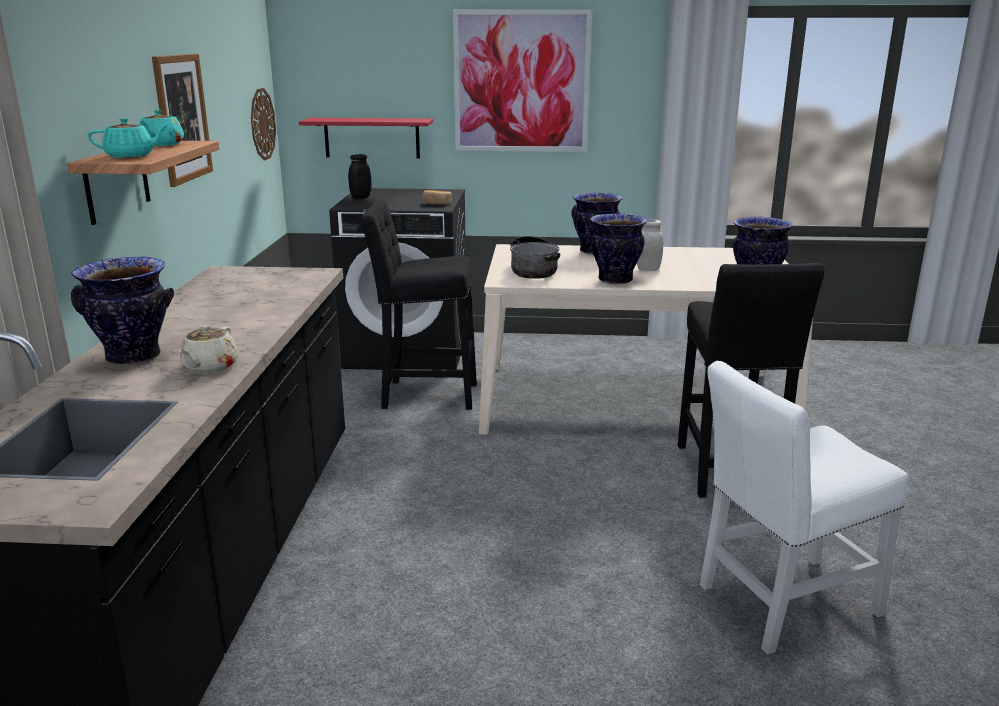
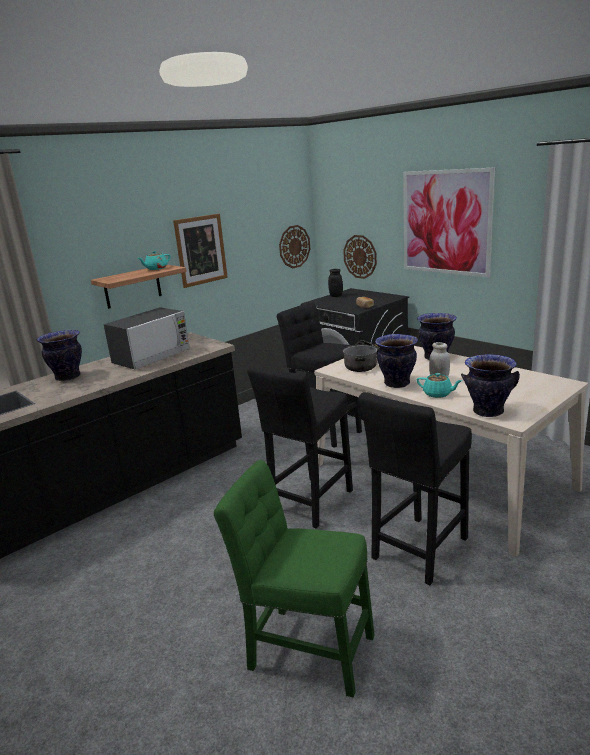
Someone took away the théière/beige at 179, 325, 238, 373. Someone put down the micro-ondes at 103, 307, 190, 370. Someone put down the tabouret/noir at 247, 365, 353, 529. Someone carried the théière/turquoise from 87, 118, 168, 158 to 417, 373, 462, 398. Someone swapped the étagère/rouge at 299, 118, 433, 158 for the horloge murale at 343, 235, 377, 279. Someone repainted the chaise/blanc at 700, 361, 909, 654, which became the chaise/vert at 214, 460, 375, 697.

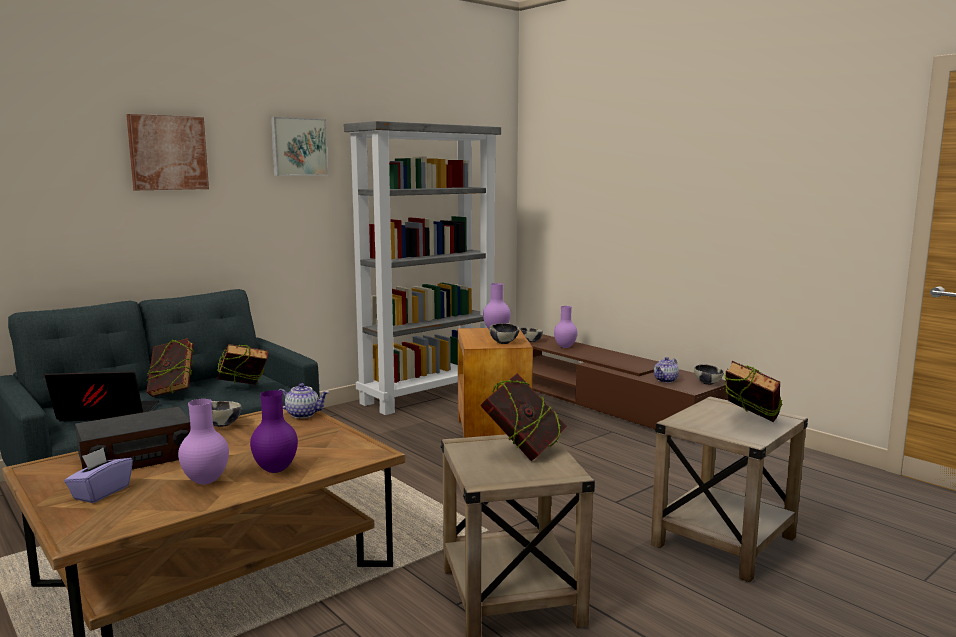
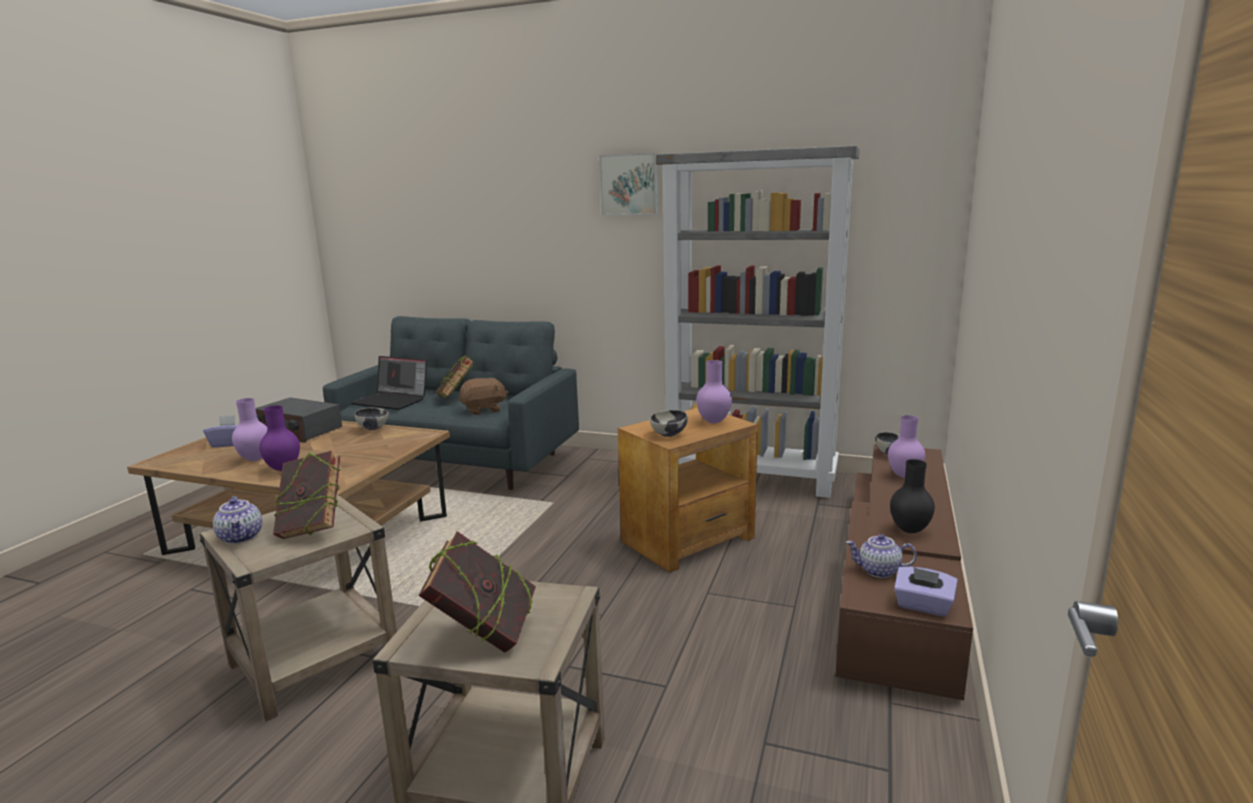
Someone took away the tableau at 126, 114, 209, 190. Someone put down the vase/noir at 890, 459, 935, 533. Someone carried the théière from 278, 383, 329, 418 to 213, 496, 262, 544. Someone swapped the livre at 217, 344, 268, 385 for the peluche/marron at 459, 378, 509, 415. Someone swapped the bol at 694, 364, 724, 385 for the boîte à mouchoirs/violet at 894, 566, 958, 617. Someone rotated the ordinateur portable at 45, 371, 159, 421 by 150 degrees clockwise.

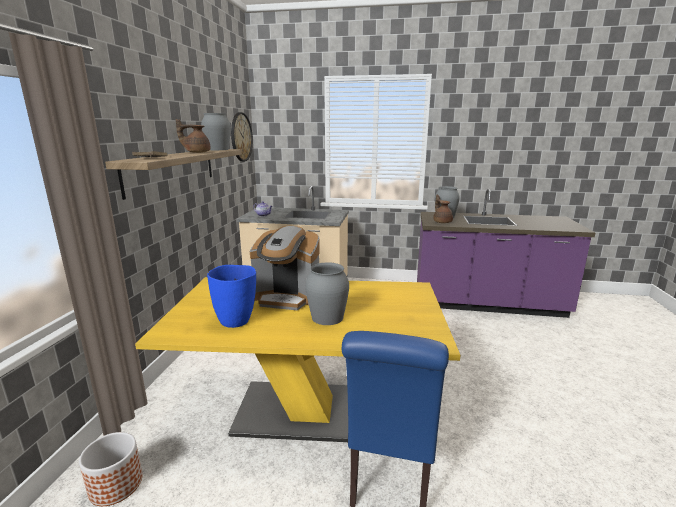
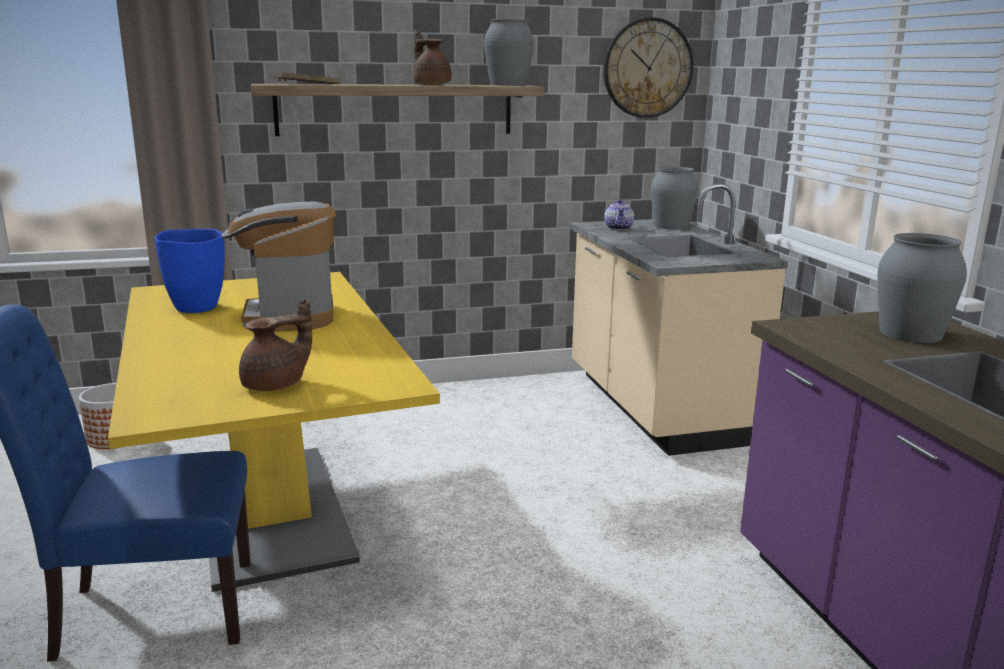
Someone carried the vase/gris from 305, 262, 349, 325 to 651, 166, 698, 229. Someone carried the théière/marron from 433, 195, 453, 223 to 239, 298, 312, 391.

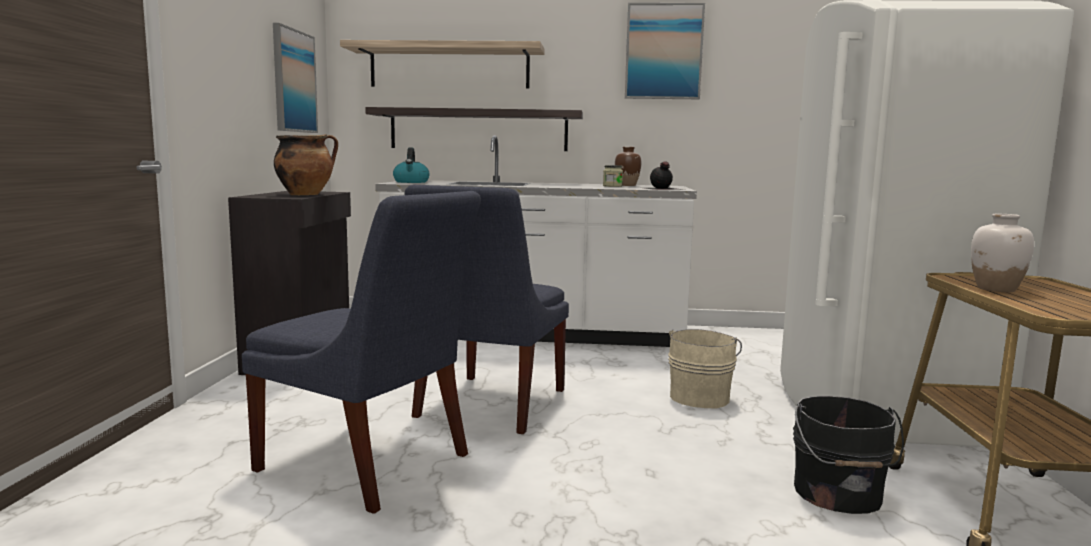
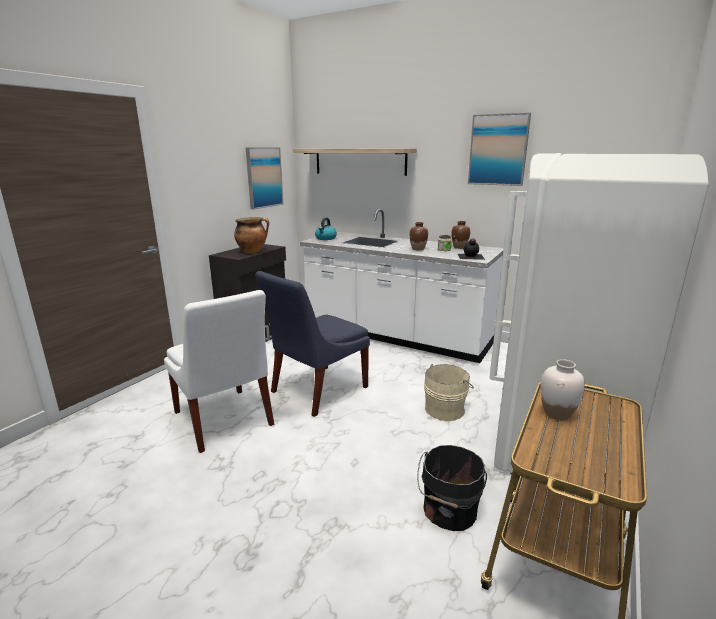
Someone took away the étagère at 365, 107, 583, 151. Someone put down the vase/marron at 410, 222, 428, 251. Someone repainted the chaise/bleu at 242, 191, 481, 514, which became the chaise/blanc at 164, 290, 274, 453.

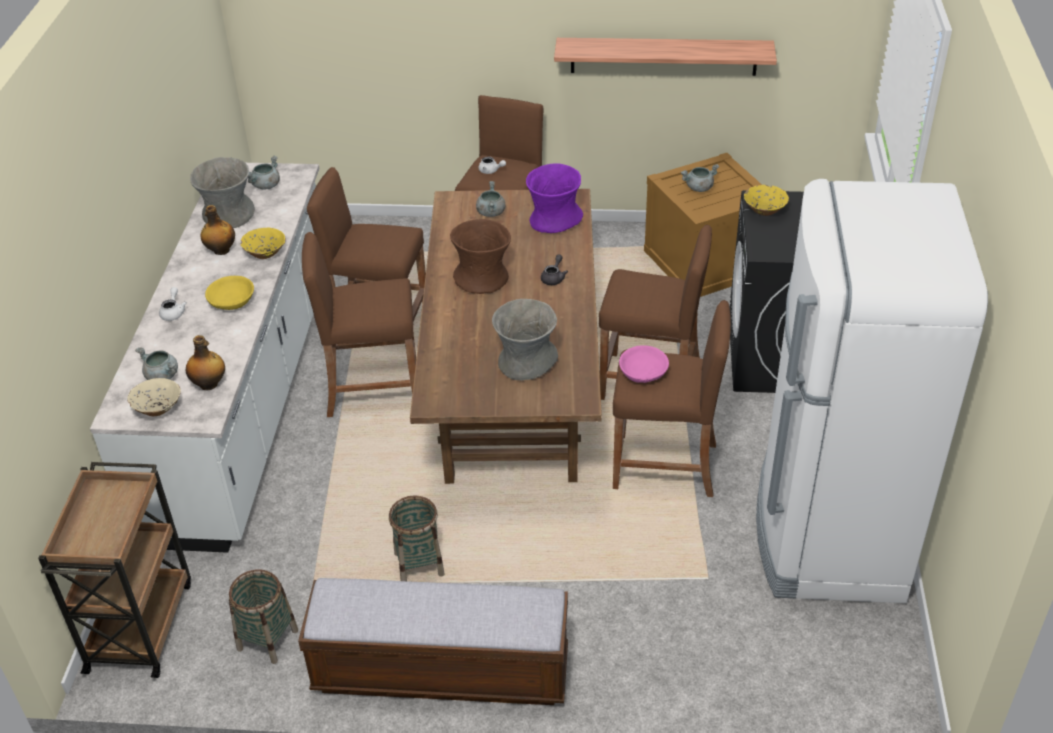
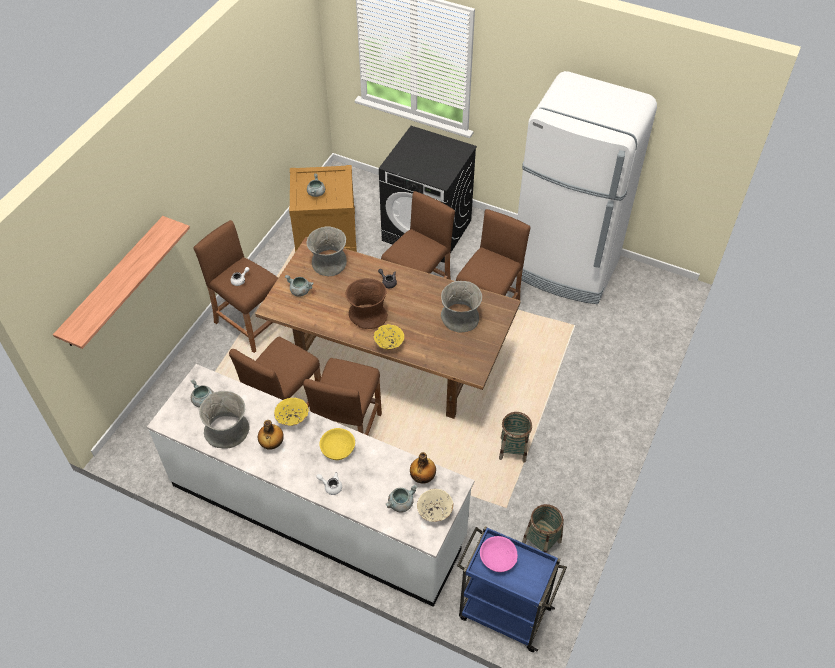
Someone took away the banc at 298, 578, 568, 705. Someone carried the étagère from 554, 38, 777, 76 to 53, 216, 190, 349. Someone carried the bol/rose from 619, 345, 669, 383 to 480, 536, 518, 572. Someone carried the bol/jaune from 744, 185, 789, 216 to 373, 324, 404, 350. Someone repainted the chariot/marron at 38, 462, 191, 678, which became the chariot/bleu at 457, 526, 567, 652. Someone repainted the vase/violet at 526, 163, 583, 233, which became the vase/gris at 307, 226, 347, 276.

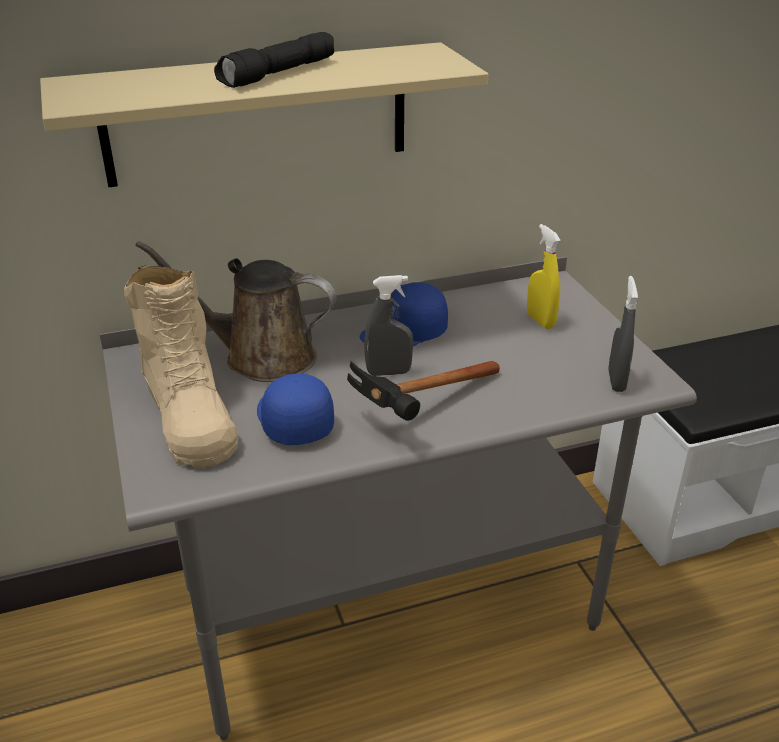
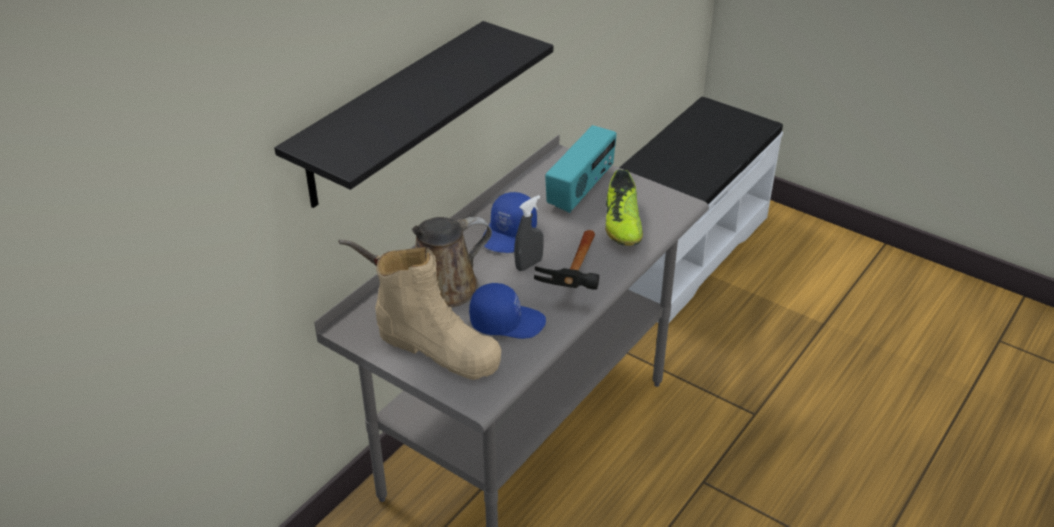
Someone took away the lampe de poche/noir at 214, 32, 334, 88. Someone took away the vaporisateur/gris at 608, 276, 638, 392. Someone put down the chaussure at 605, 169, 643, 246. Someone swapped the vaporisateur/jaune at 527, 224, 561, 329 for the radio at 545, 125, 616, 213. Someone repainted the étagère/beige at 40, 42, 488, 188, which became the étagère/noir at 274, 21, 553, 208. Someone rotated the casquette/bleu at 257, 373, 334, 445 by 150 degrees clockwise.

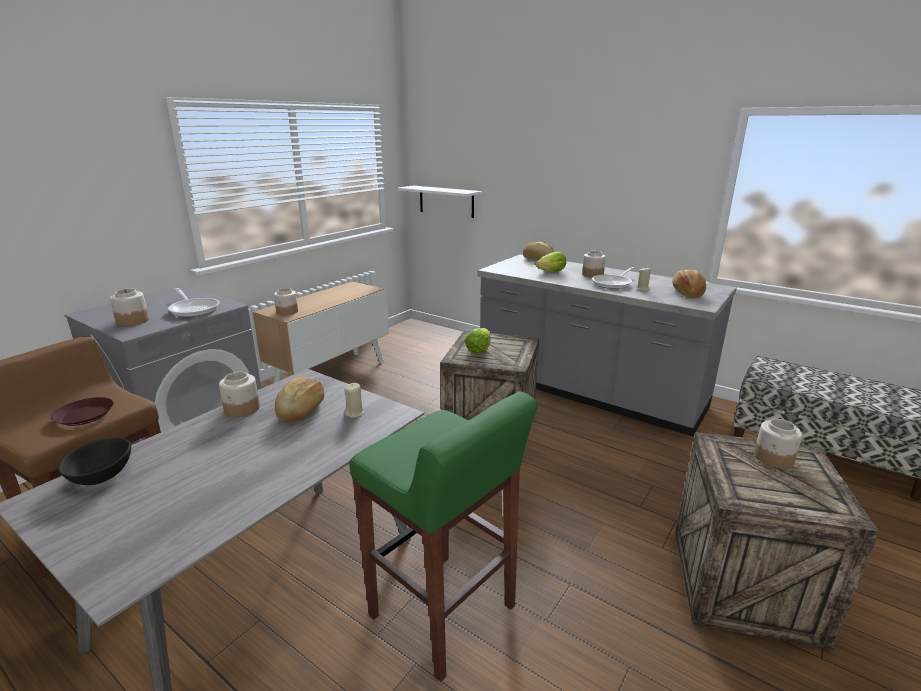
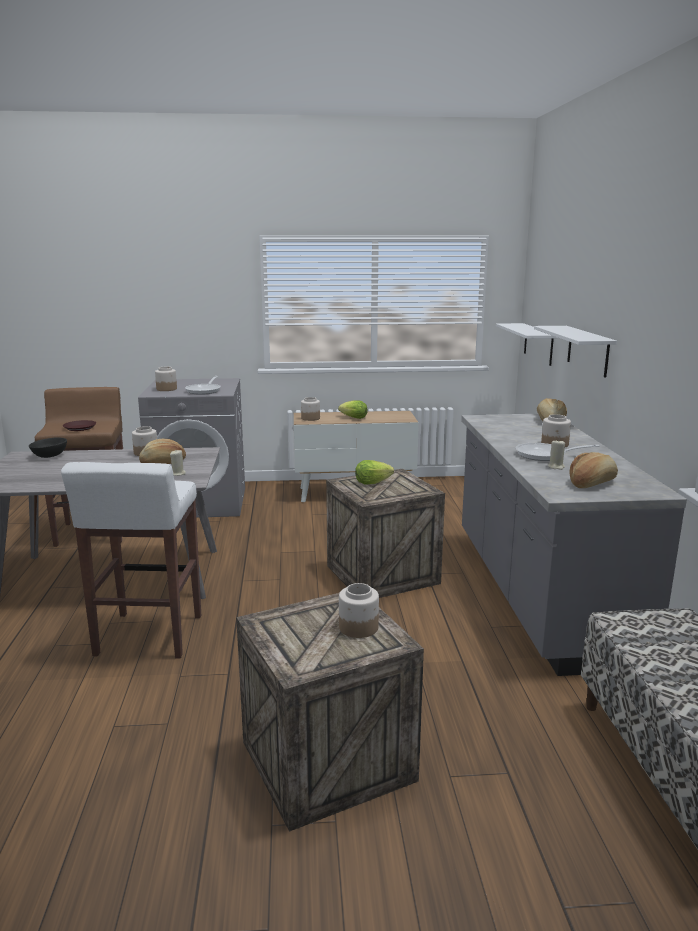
Someone put up the étagère/blanc at 534, 326, 617, 378. Someone carried the laitue from 536, 251, 566, 272 to 338, 400, 368, 419. Someone repainted the tabouret/vert at 349, 392, 537, 682, which became the tabouret/blanc at 61, 462, 201, 658.

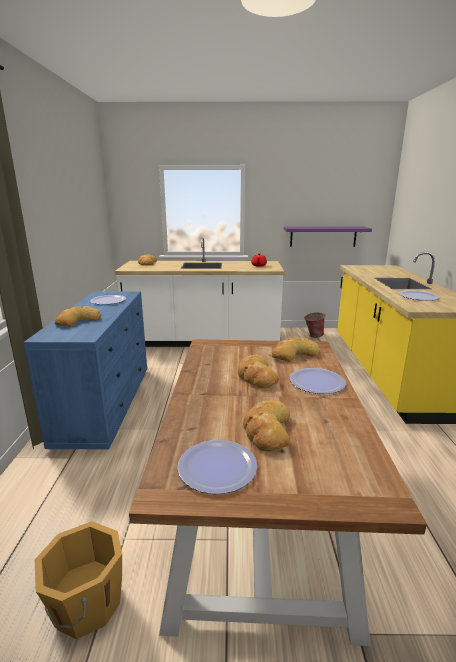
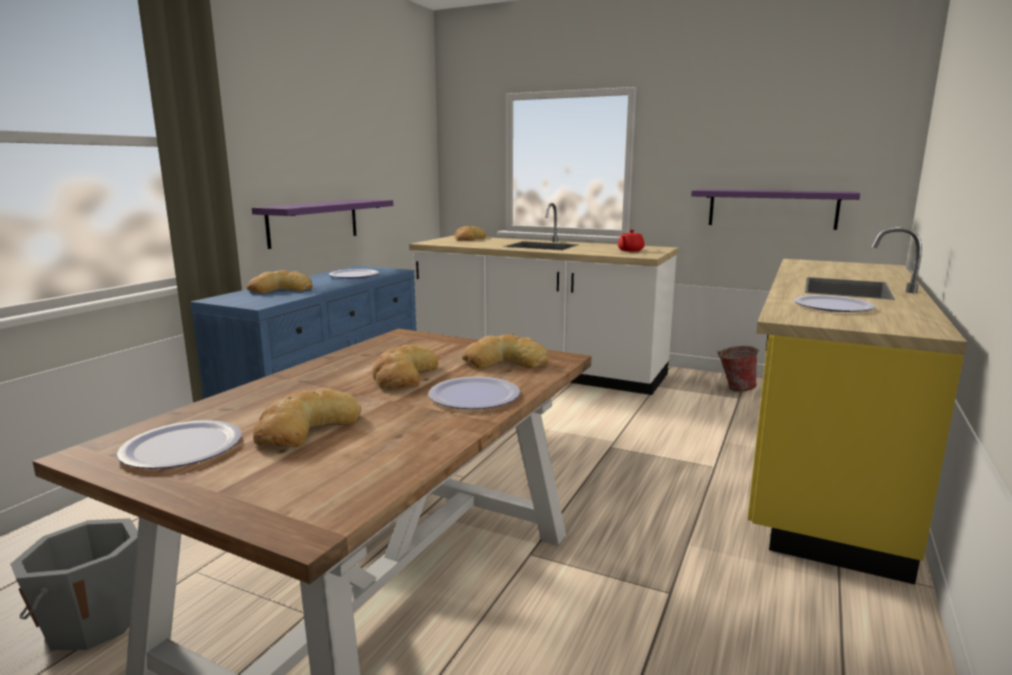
Someone put up the étagère/violet at 252, 199, 393, 249. Someone repainted the seau/orange at 35, 521, 122, 639, which became the seau/gris at 10, 518, 138, 651.

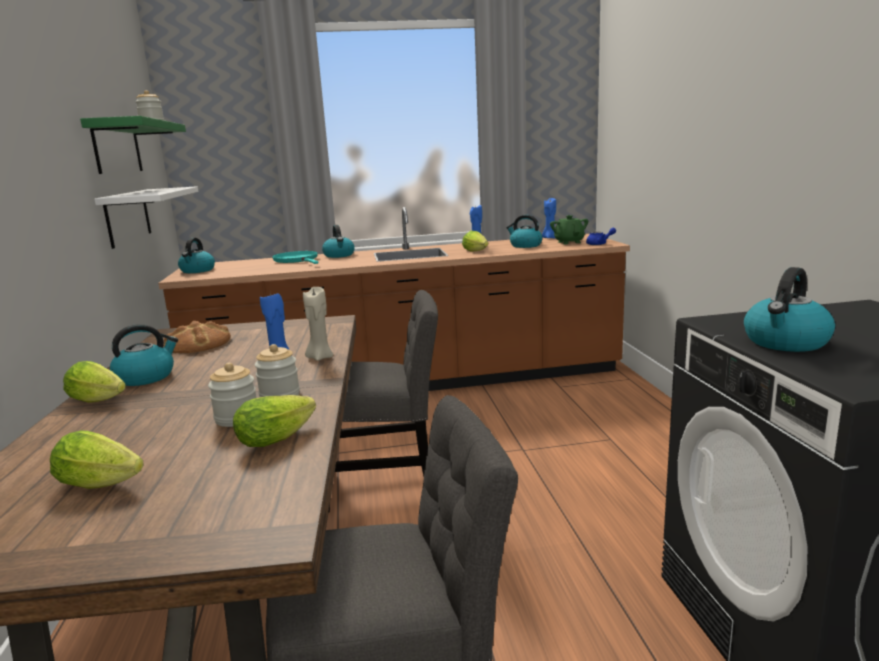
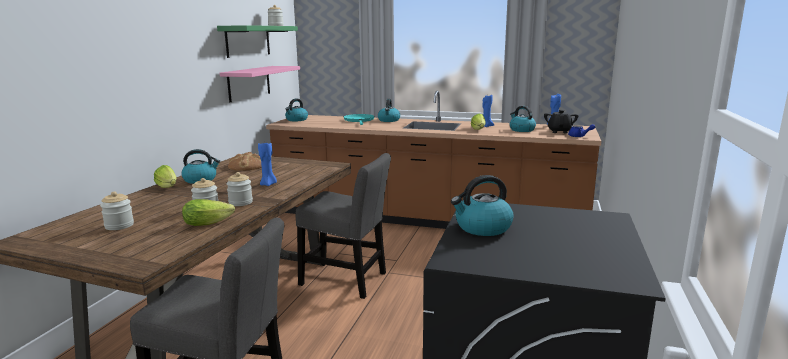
Someone took away the bougie/beige at 303, 287, 333, 361. Someone swapped the laitue at 50, 431, 144, 489 for the bocal at 100, 192, 134, 230. Someone repainted the étagère/blanc at 94, 186, 198, 249, which became the étagère/rose at 220, 66, 300, 102. Someone repainted the théière/vert at 550, 215, 588, 244, which became the théière/noir at 544, 110, 579, 134.

